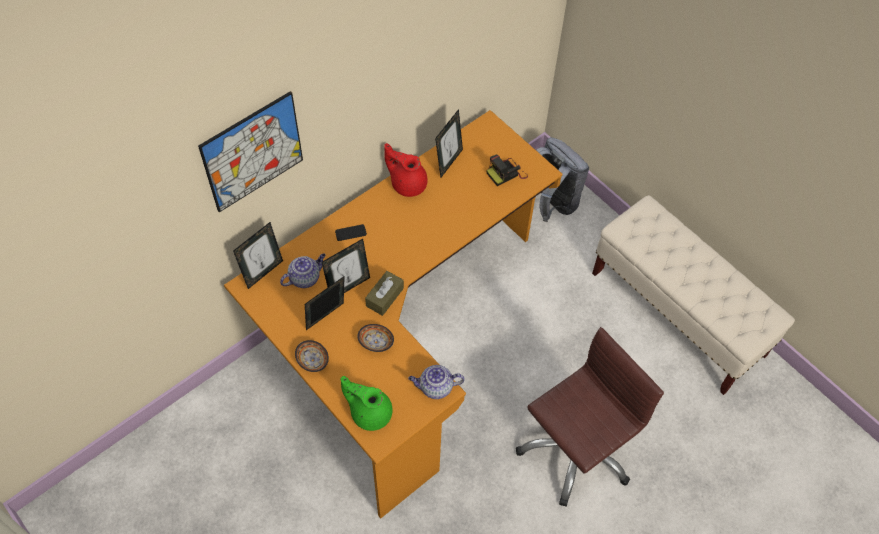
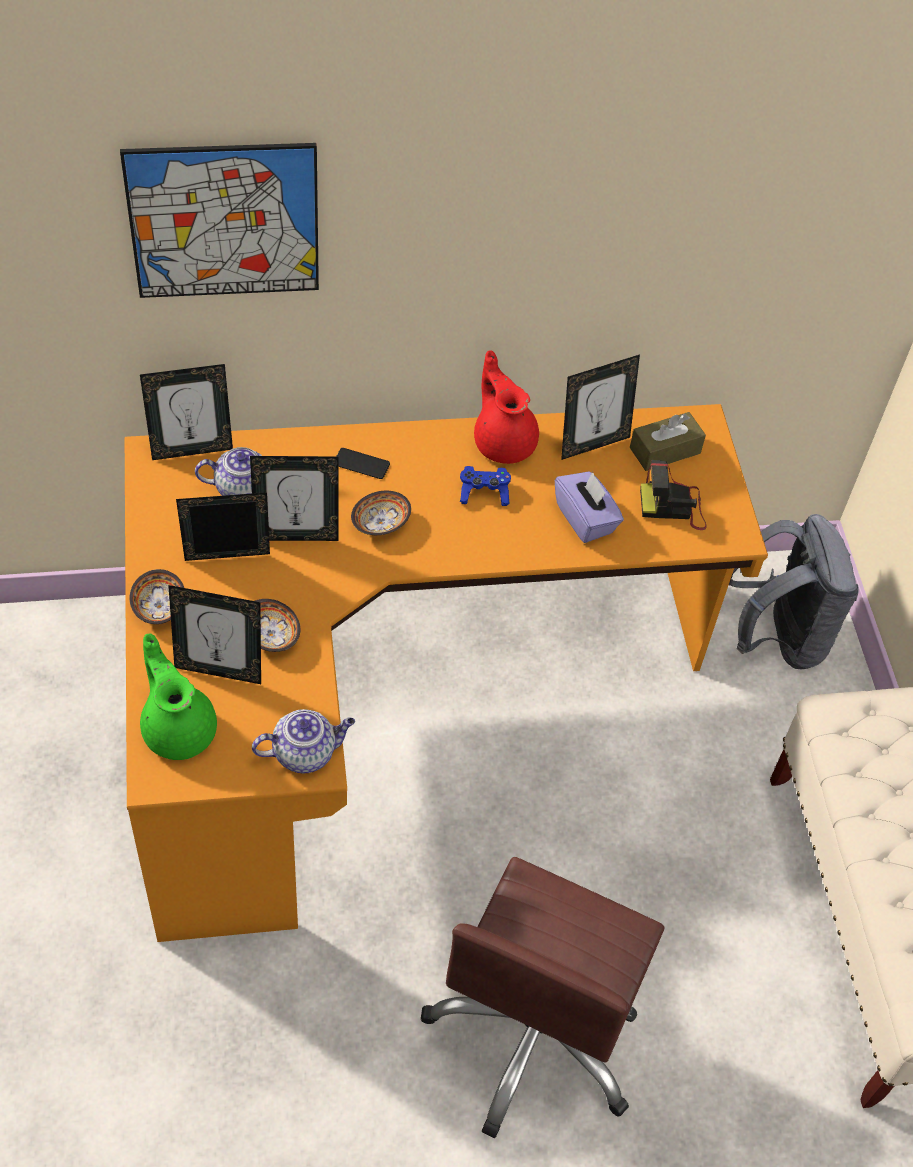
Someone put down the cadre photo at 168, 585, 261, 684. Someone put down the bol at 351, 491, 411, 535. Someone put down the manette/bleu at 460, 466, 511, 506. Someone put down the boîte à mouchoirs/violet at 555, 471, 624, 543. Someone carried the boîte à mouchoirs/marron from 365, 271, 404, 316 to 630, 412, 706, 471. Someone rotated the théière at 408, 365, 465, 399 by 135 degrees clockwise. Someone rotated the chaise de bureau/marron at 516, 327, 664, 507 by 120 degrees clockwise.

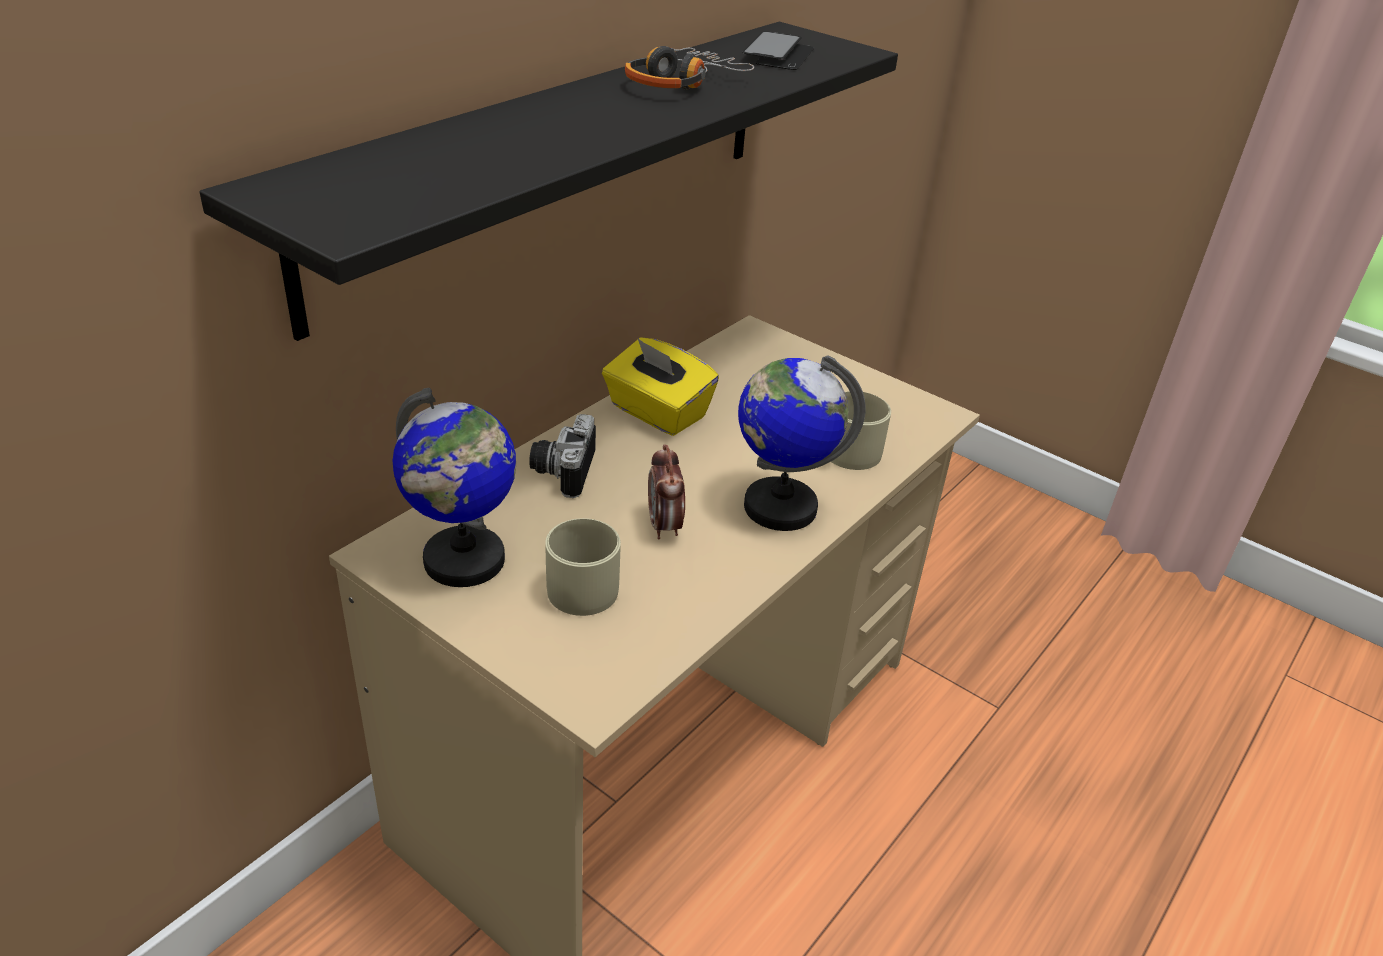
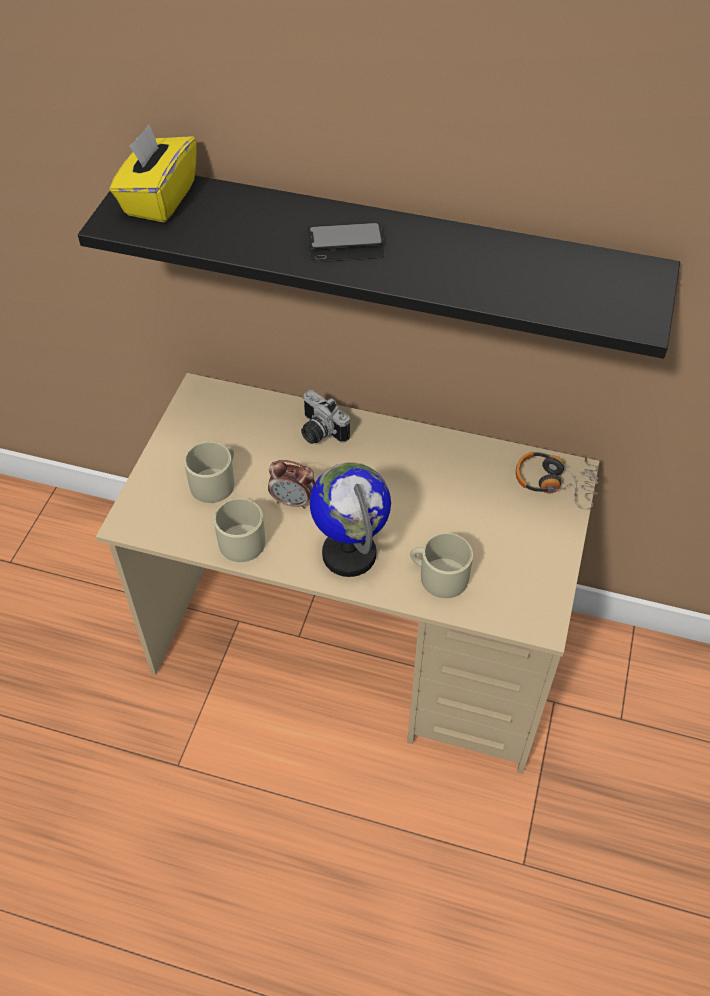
Someone took away the globe at 393, 388, 516, 587. Someone put down the mug/beige at 214, 498, 265, 562. Someone carried the boîte à mouchoirs/jaune from 602, 337, 719, 436 to 110, 124, 197, 222. Someone carried the casque audio from 625, 46, 754, 90 to 516, 452, 598, 509. Someone carried the téléphone from 742, 31, 814, 70 to 308, 222, 385, 262. Someone rotated the appareil photo at 529, 414, 596, 498 by 120 degrees counterclockwise. Someone rotated the réveil at 648, 445, 685, 539 by 135 degrees counterclockwise.

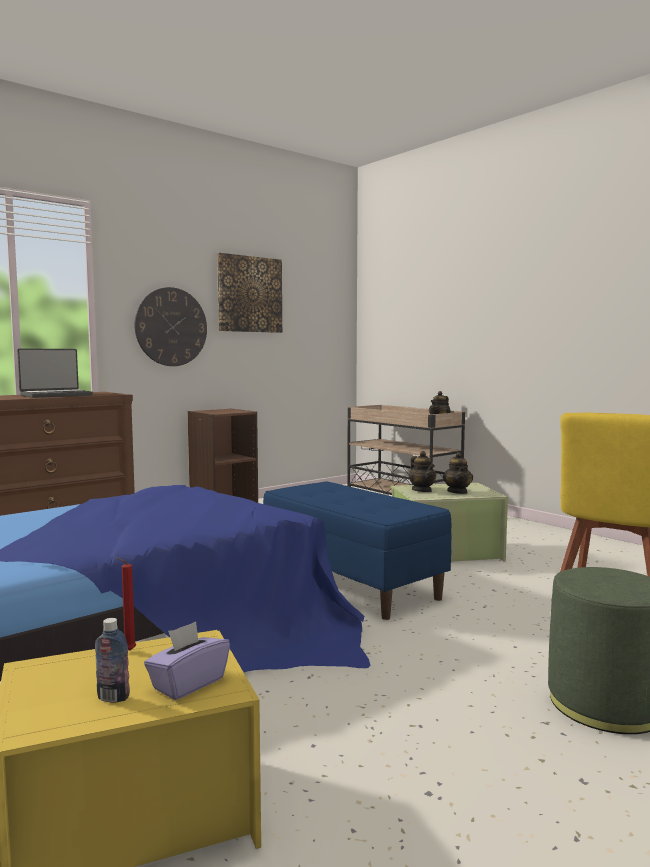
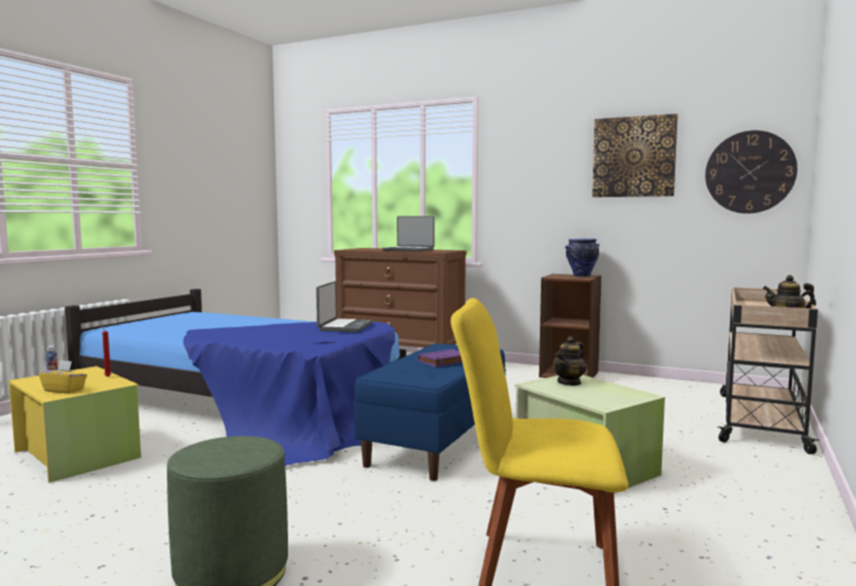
Someone took away the théière at 443, 452, 473, 494. Someone put down the ordinateur portable at 316, 281, 373, 332. Someone put down the livre/violet at 417, 349, 462, 367. Someone put down the vase at 565, 238, 600, 277. Someone carried the horloge murale from 134, 287, 207, 366 to 705, 130, 797, 214. Someone repainted the boîte à mouchoirs/violet at 144, 621, 230, 700, which became the boîte à mouchoirs/jaune at 39, 360, 87, 393.

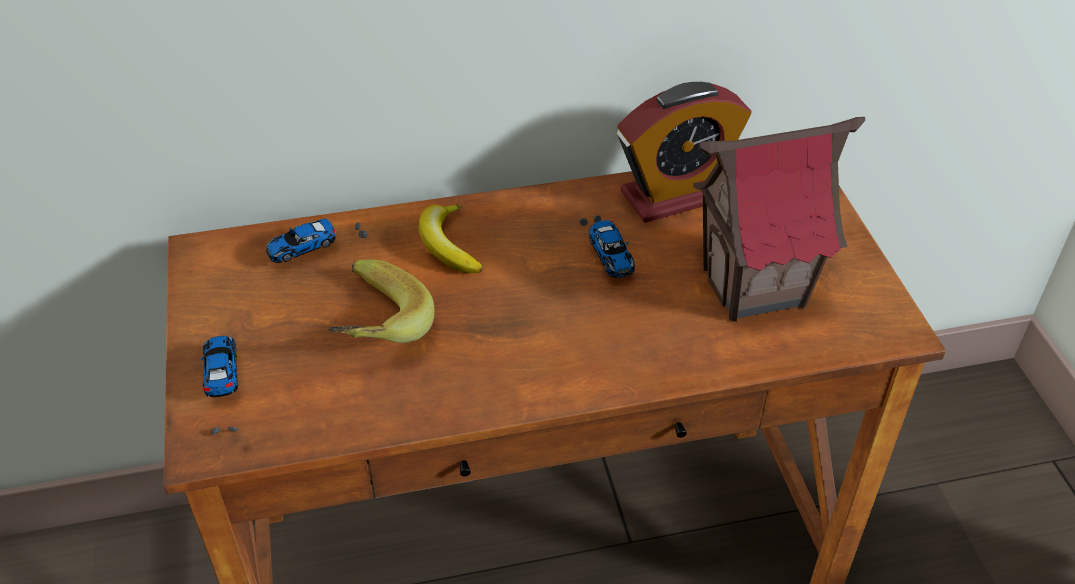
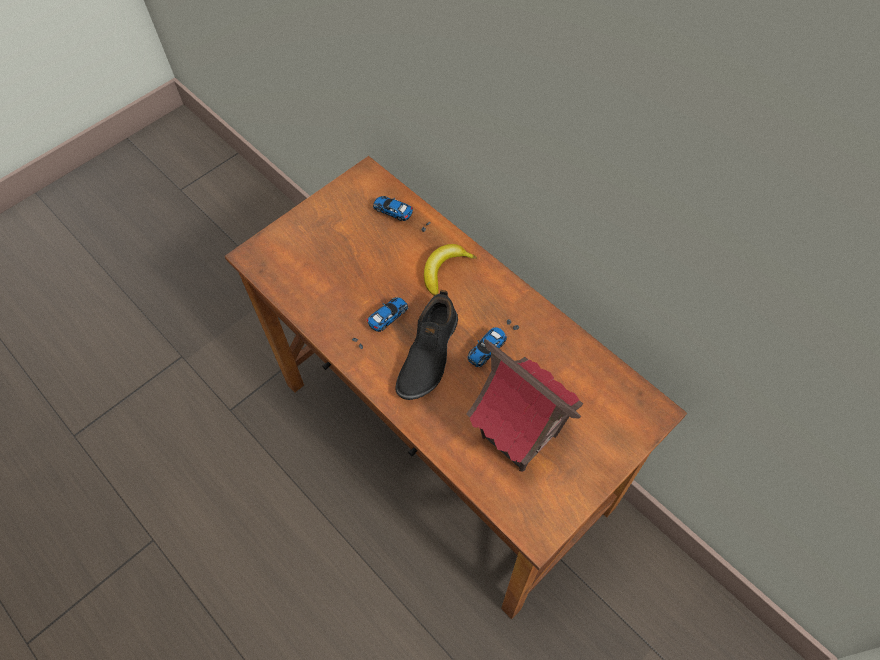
Someone took away the banane at 329, 259, 435, 343. Someone took away the réveil at 617, 82, 752, 223. Someone put down the chaussure/noir at 395, 290, 458, 400. Someone carried the petite voiture from 200, 336, 238, 435 to 352, 297, 408, 349.

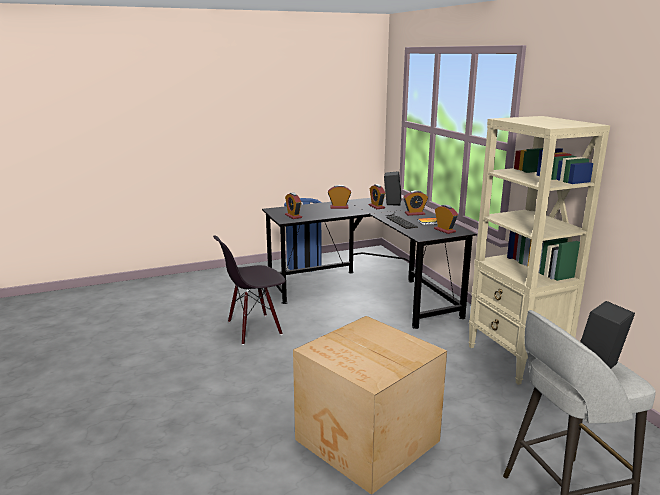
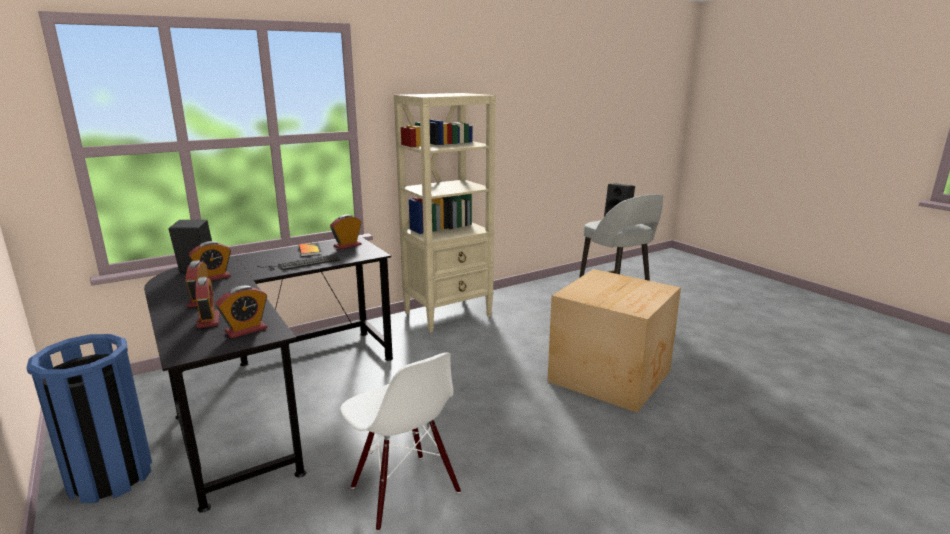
Someone carried the réveil from 403, 190, 428, 216 to 195, 277, 220, 328. Someone repainted the chaise/noir at 213, 235, 286, 345, which became the chaise/blanc at 340, 352, 461, 531.

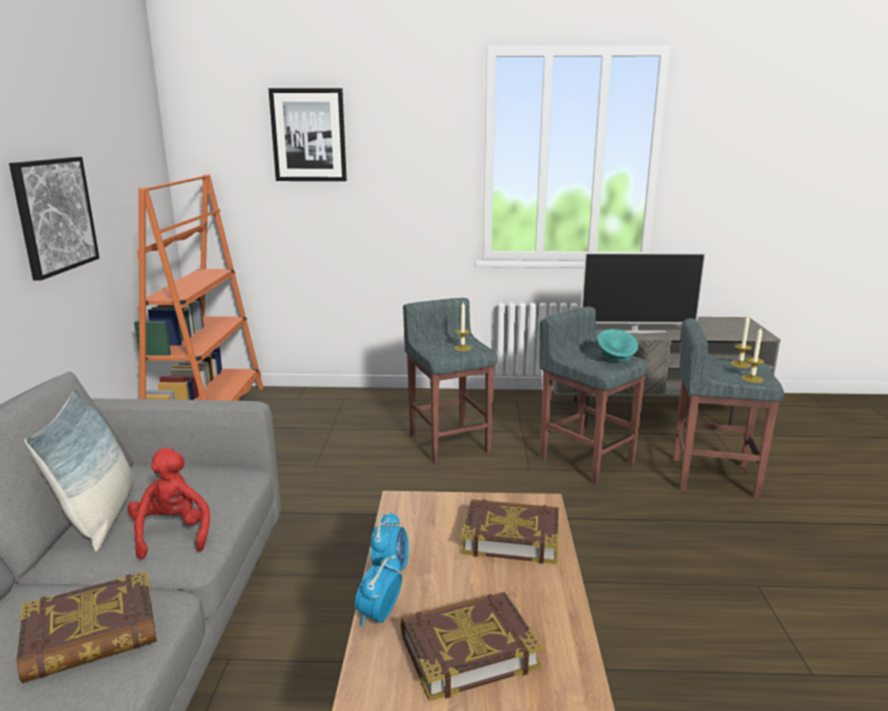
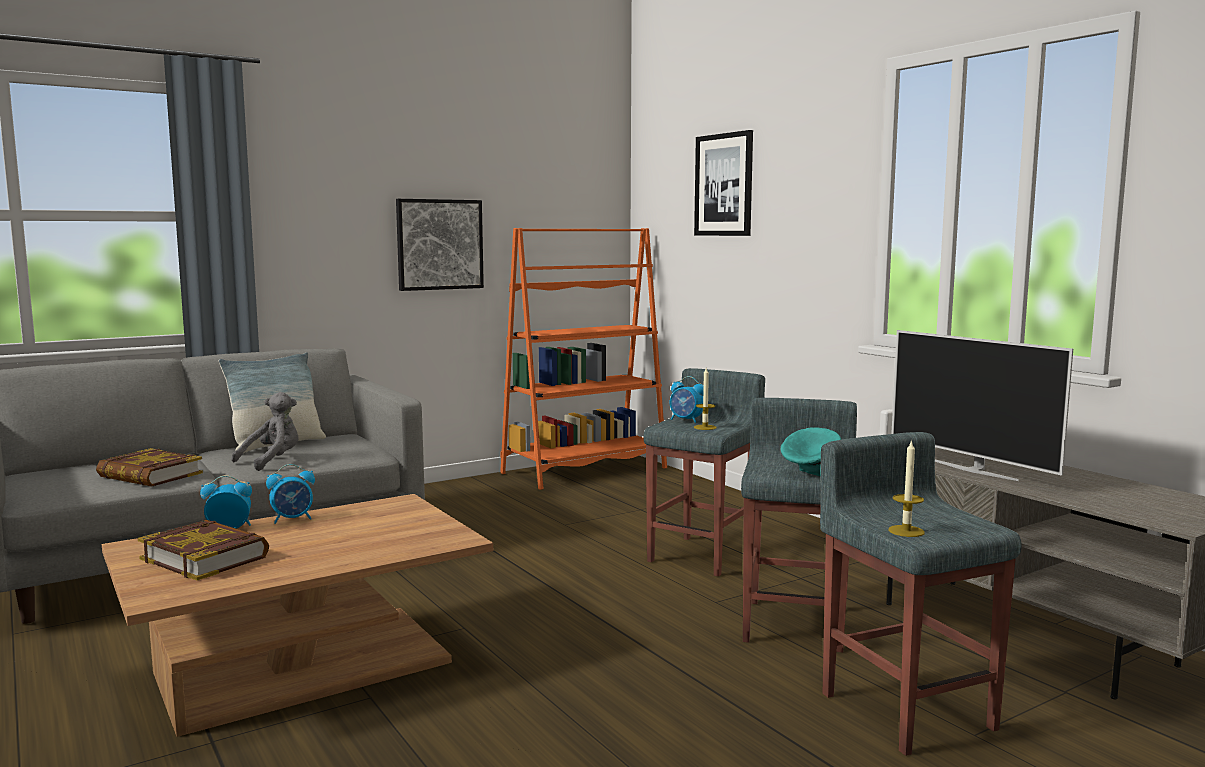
Someone took away the livre at 461, 499, 559, 564. Someone took away the bougie at 730, 316, 752, 368. Someone put down the réveil at 670, 376, 704, 423. Someone repainted the peluche/rouge at 127, 448, 210, 559, which became the peluche/gris at 232, 392, 299, 471.

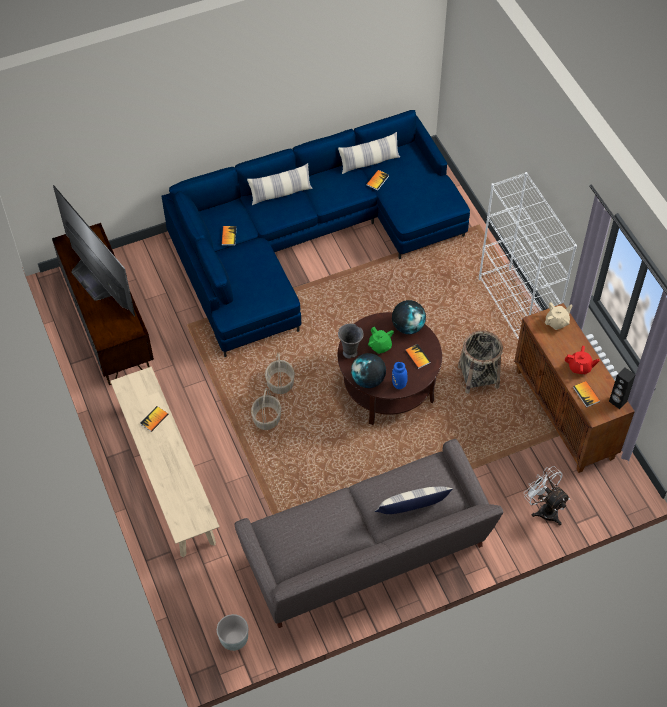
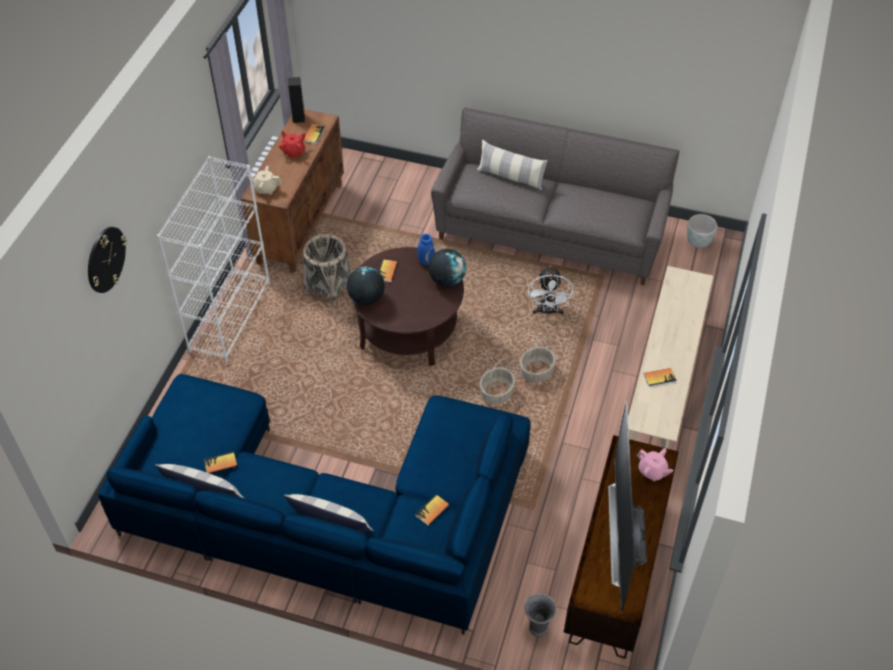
Someone took away the théière/vert at 368, 327, 394, 354. Someone put up the horloge murale at 88, 227, 127, 293. Someone put down the théière/rose at 637, 448, 674, 481. Someone carried the vase/gris from 338, 323, 364, 359 to 525, 594, 557, 637. Someone carried the ventilateur/blanc from 524, 466, 570, 526 to 528, 266, 573, 314.

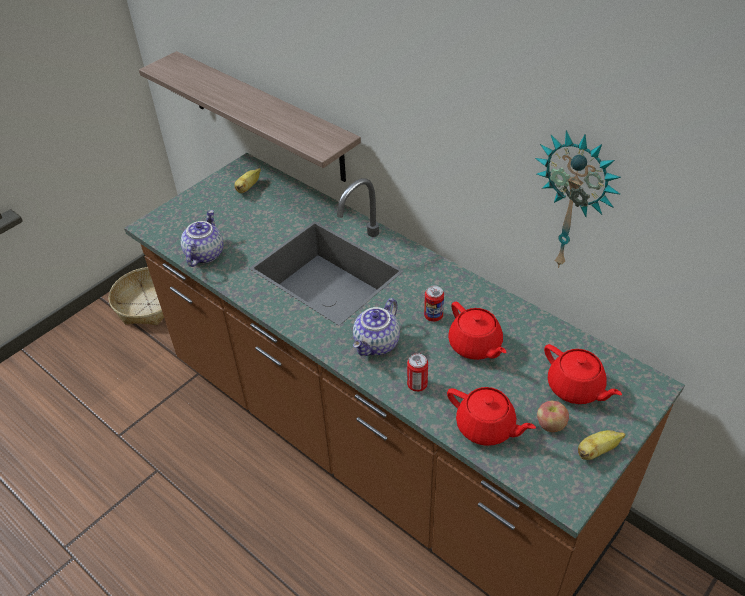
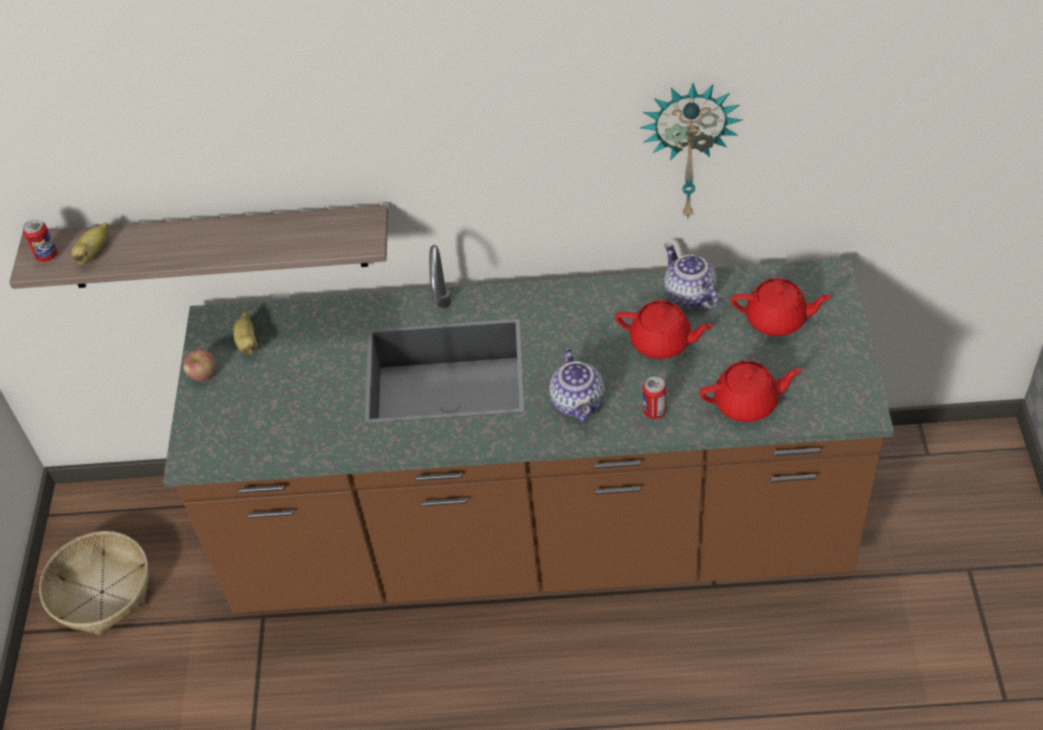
Someone carried the théière from 181, 210, 223, 267 to 664, 243, 718, 310. Someone carried the boîte métallique from 424, 286, 444, 322 to 23, 219, 58, 262. Someone carried the pomme from 537, 401, 569, 432 to 183, 350, 216, 381. Someone carried the banane from 578, 430, 626, 460 to 71, 222, 108, 265.

